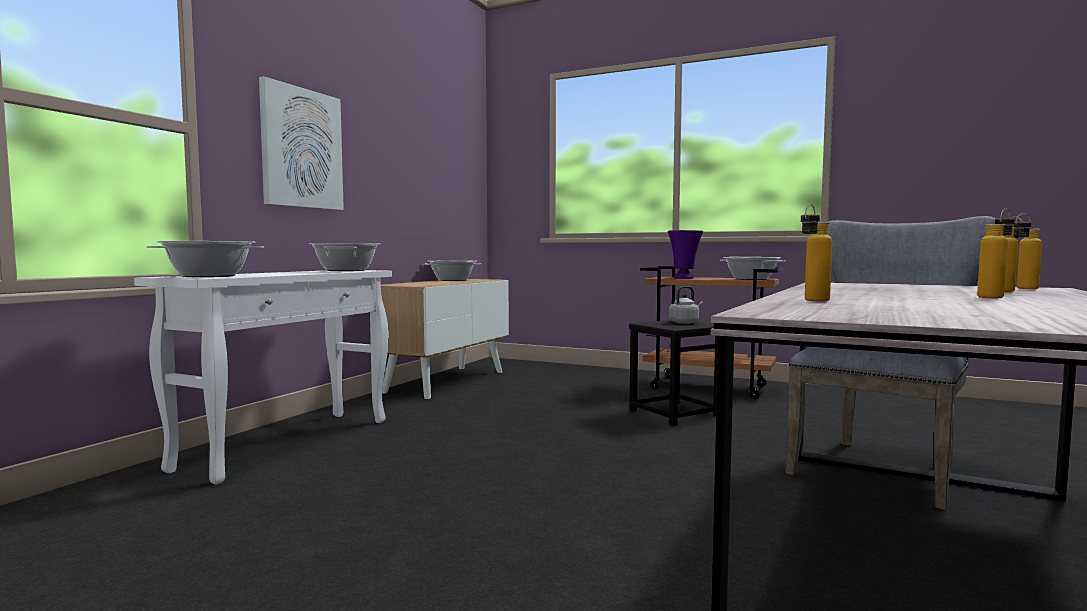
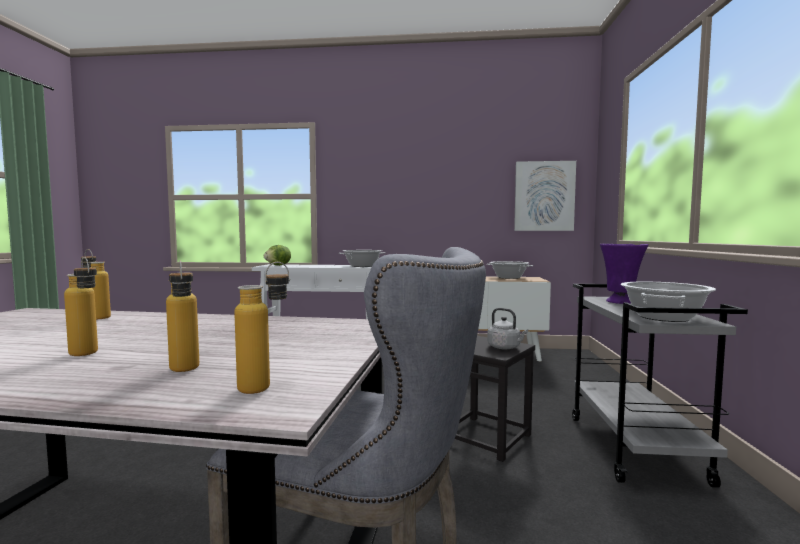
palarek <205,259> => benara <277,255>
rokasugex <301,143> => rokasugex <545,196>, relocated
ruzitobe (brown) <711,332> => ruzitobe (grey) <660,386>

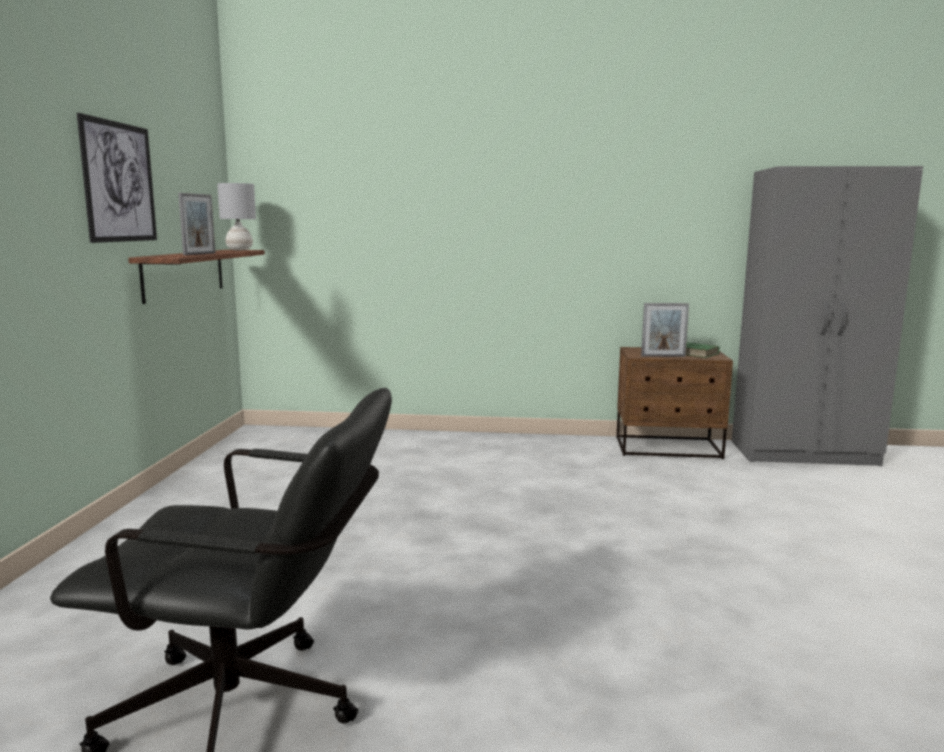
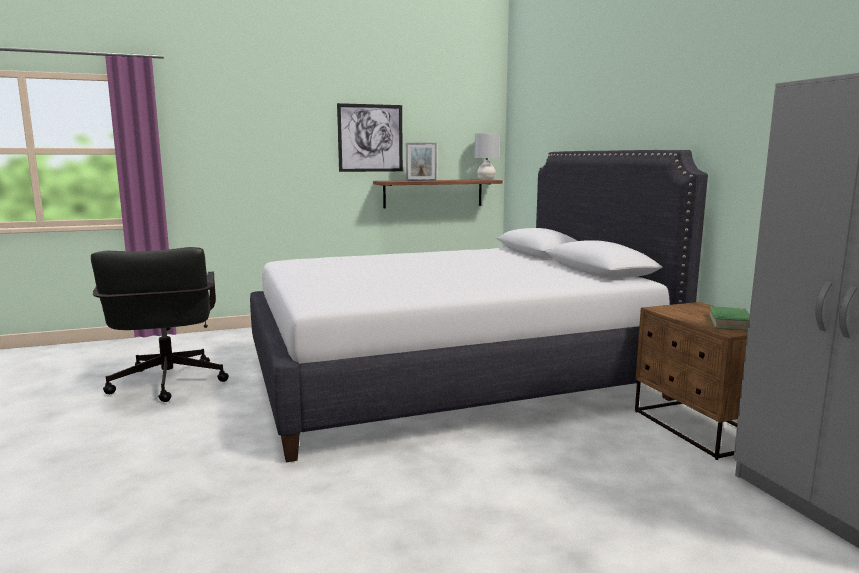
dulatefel <665,330> => nothing
nothing => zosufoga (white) <479,306>

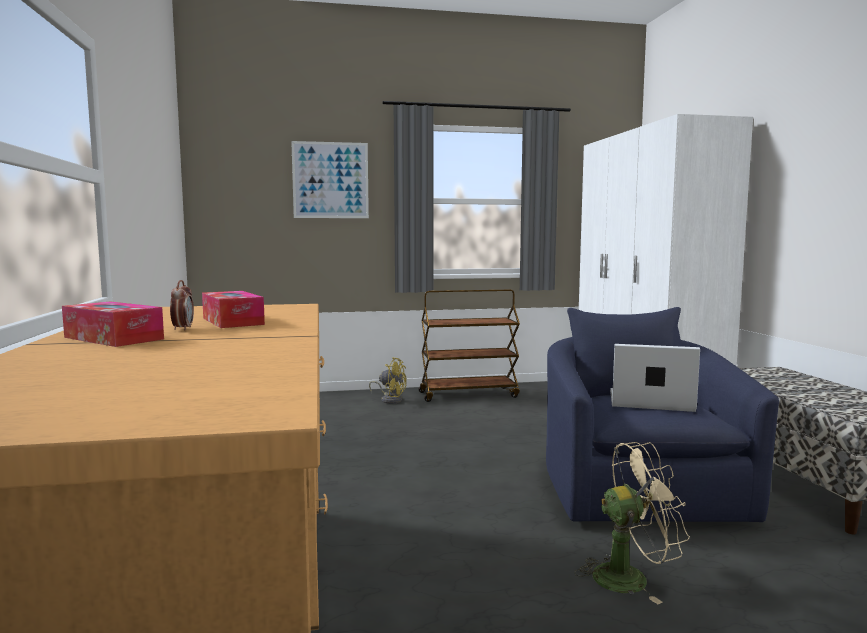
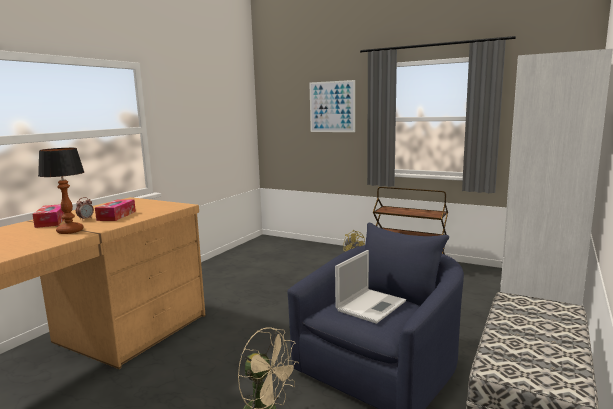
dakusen <655,378> => dakusen <370,287>, 75 degrees clockwise
nothing => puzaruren <61,191>

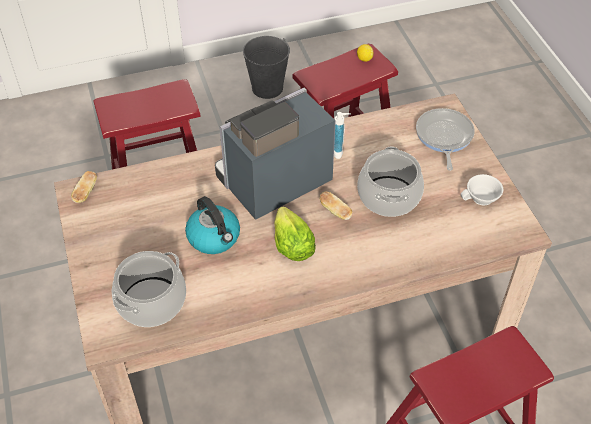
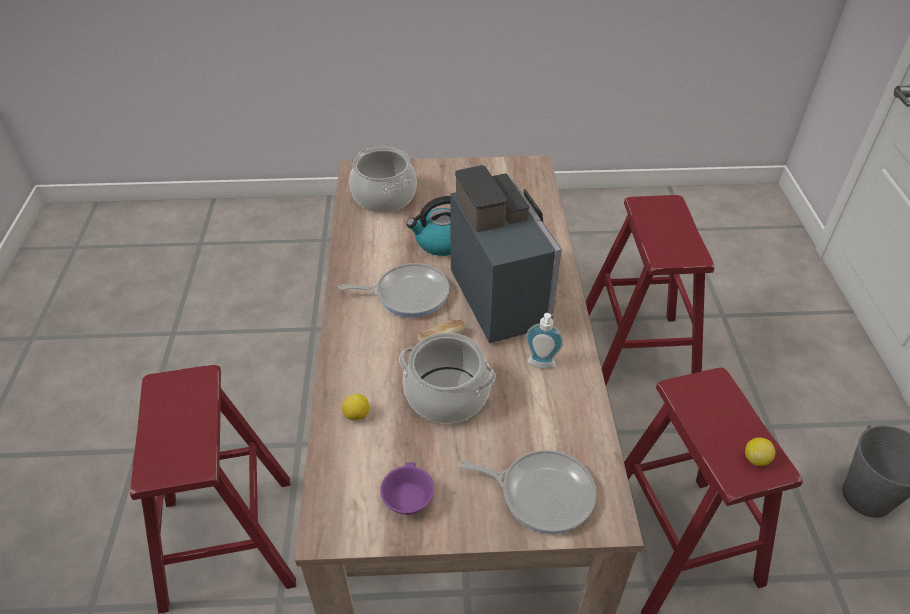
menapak <84,187> => nothing
benara <295,233> => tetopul <394,290>
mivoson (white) <482,190> => mivoson (purple) <407,488>
nothing => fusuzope <355,406>

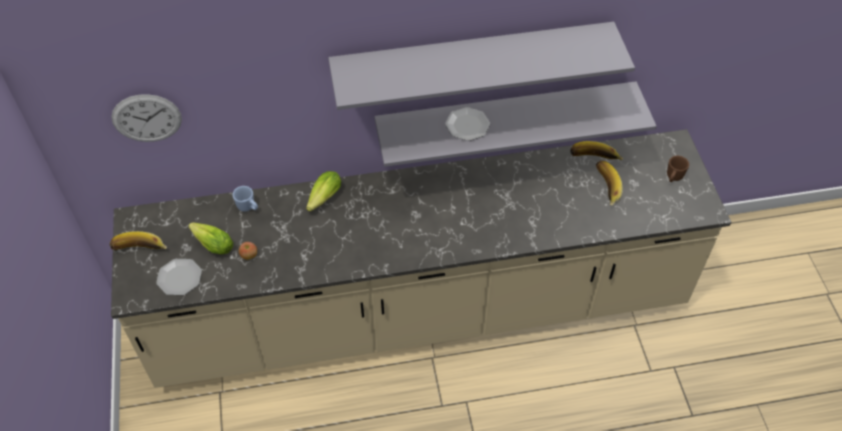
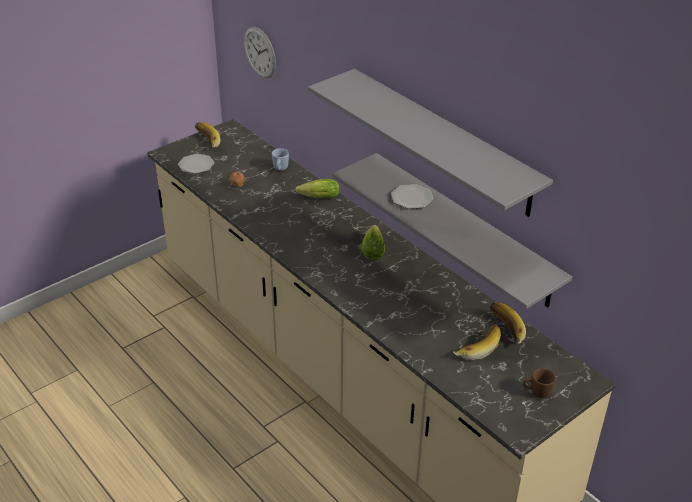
benara <210,238> => benara <373,243>, relocated

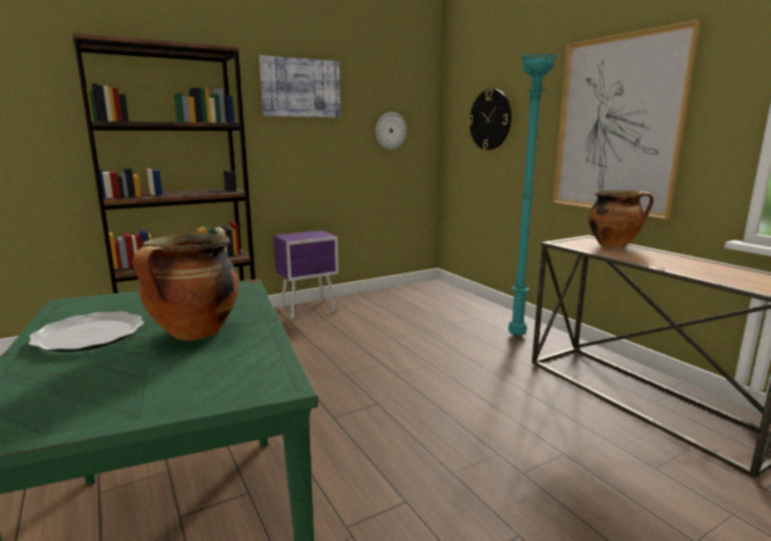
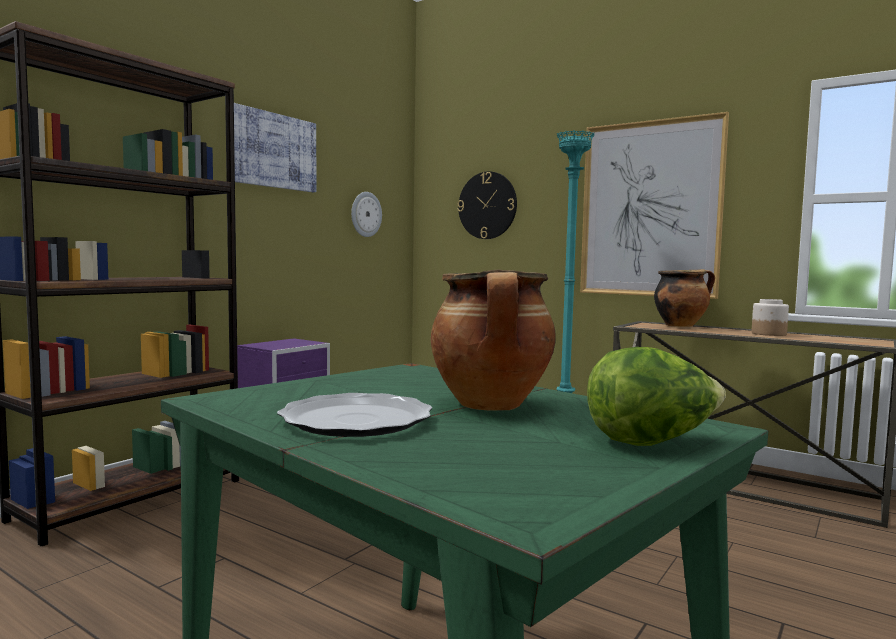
nothing => benara <656,396>
nothing => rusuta <770,317>

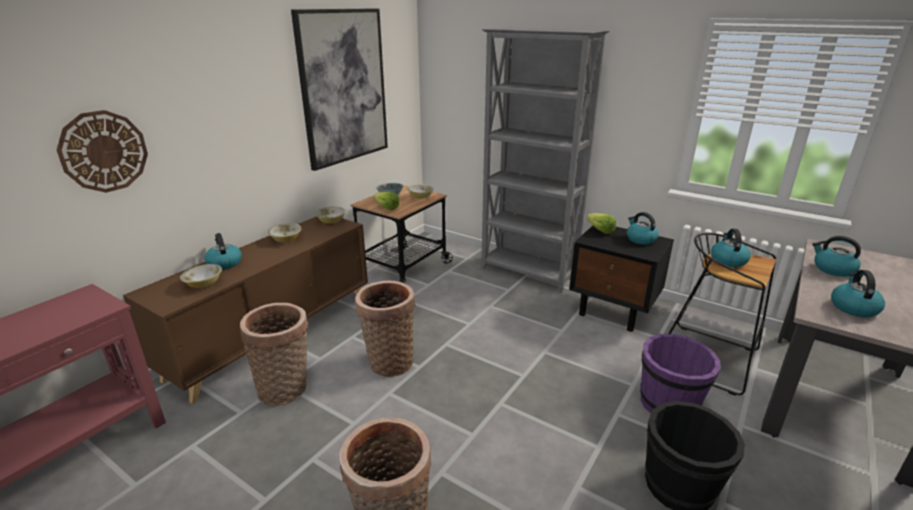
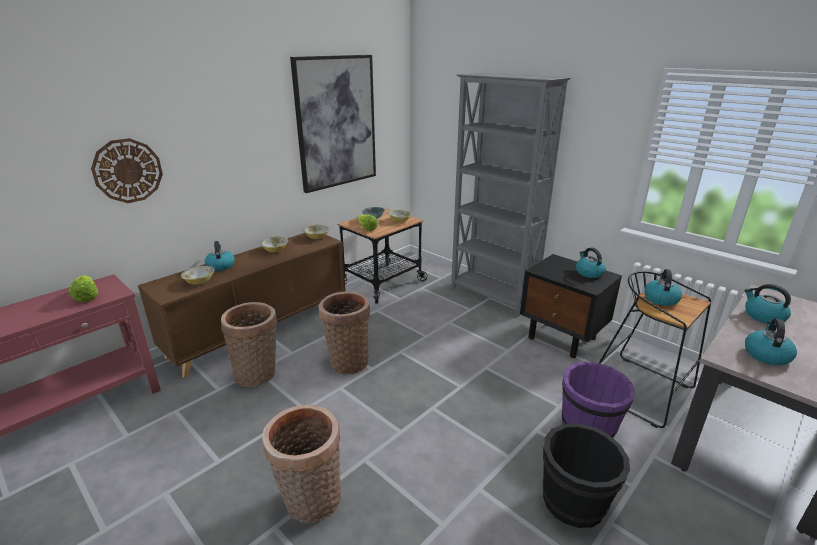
benara <601,223> => benara <83,288>, relocated

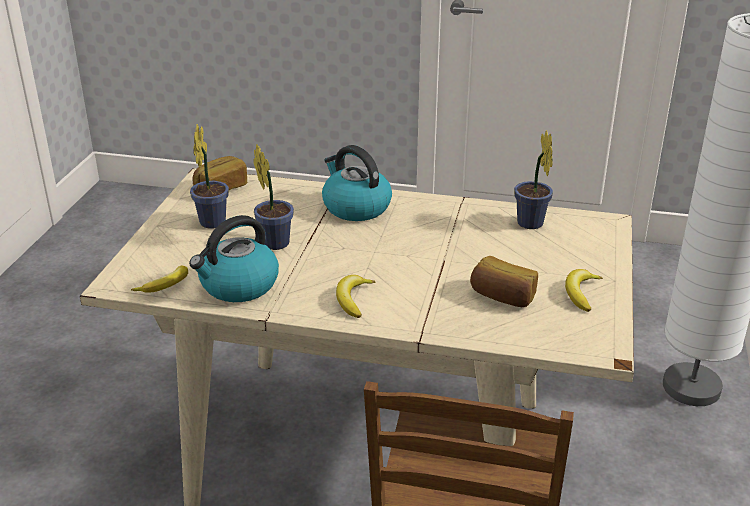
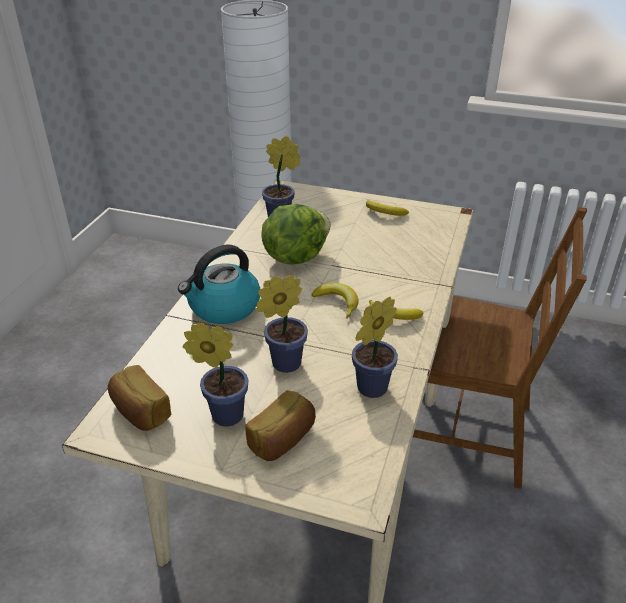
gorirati <159,279> => gorirati <334,301>, relocated
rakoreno <234,258> => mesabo <375,347>
menapak <504,281> => menapak <280,425>, relocated
nothing => benara <296,234>

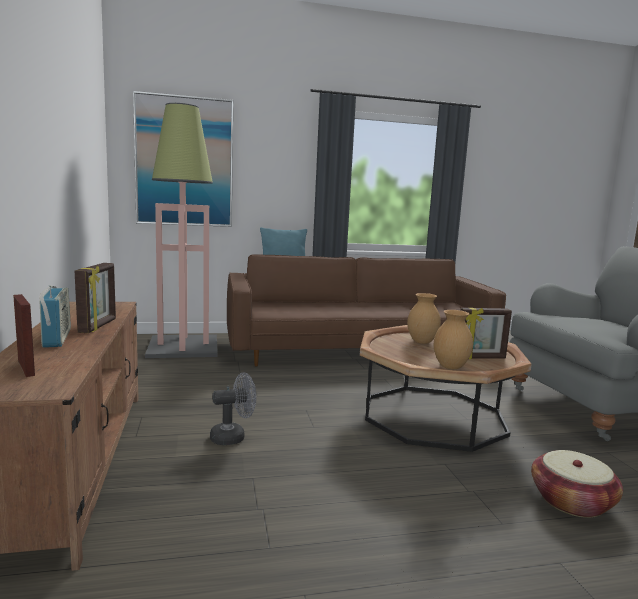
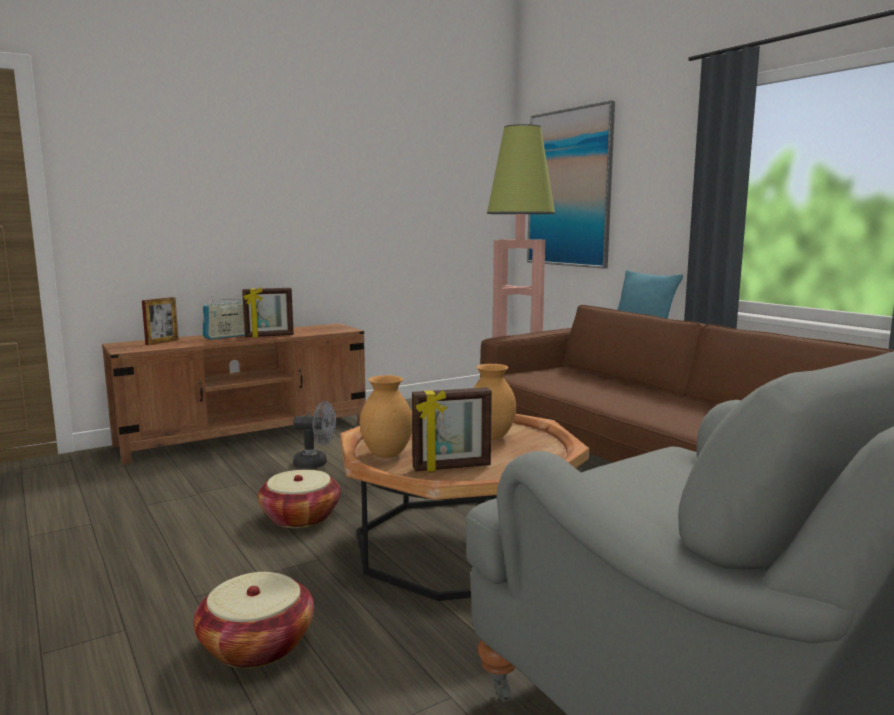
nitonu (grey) <233,408> => nitonu (grey) <314,435>, 45 degrees counterclockwise
dulatefel <486,333> => dulatefel <452,429>, 75 degrees counterclockwise
nothing => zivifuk <299,499>

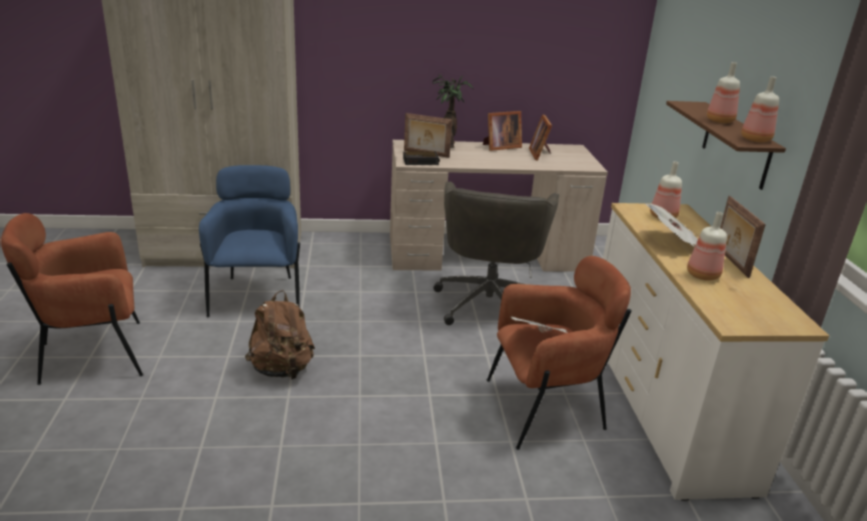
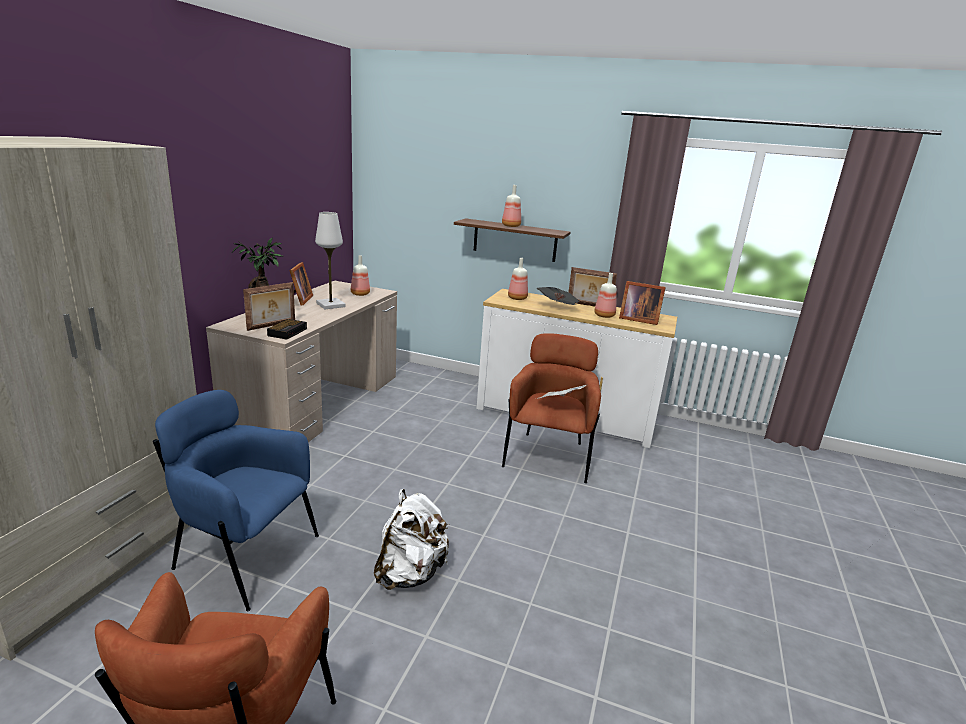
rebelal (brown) <280,335> => rebelal (white) <411,539>
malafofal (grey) <496,253> => nothing
dulatefel <540,137> => dulatefel <642,303>, relocated
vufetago <760,110> => vufetago <360,275>, relocated
nothing => puzaruren (white) <330,260>

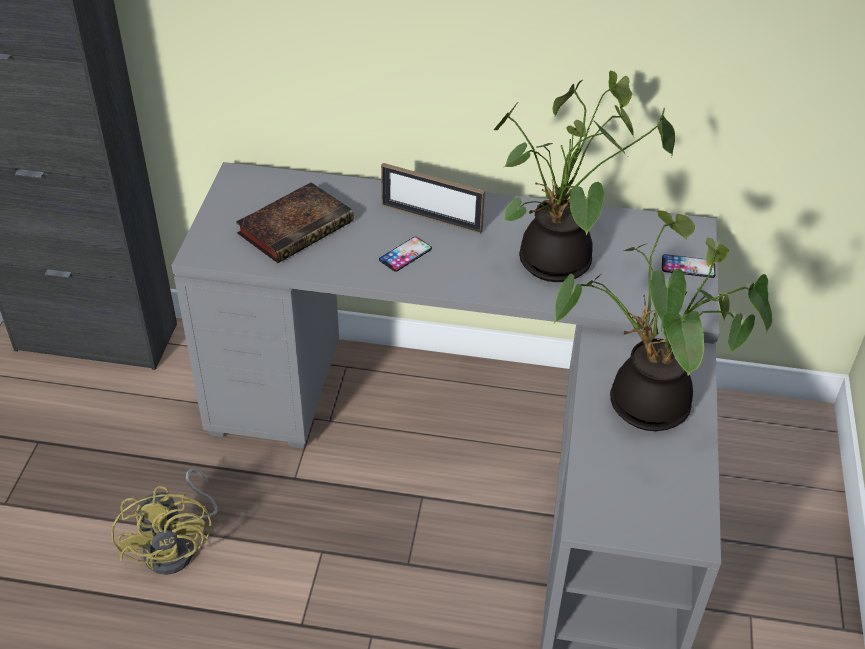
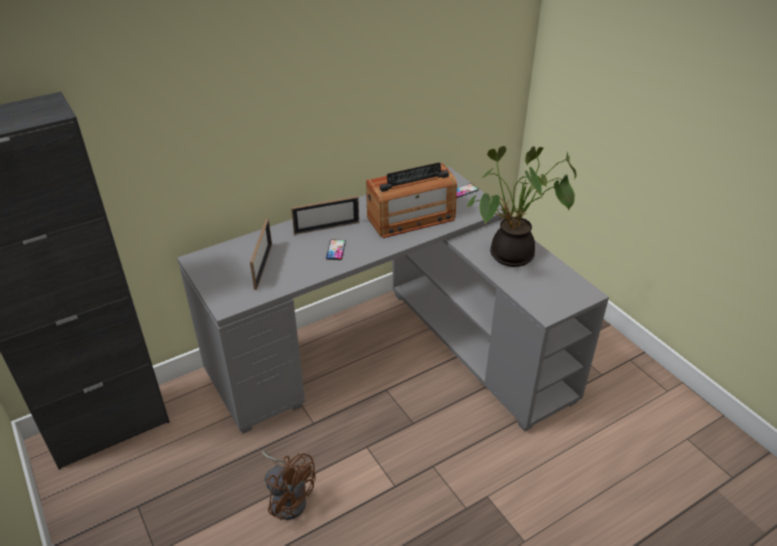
nitonu (yellow) <164,522> => nitonu (brown) <289,485>
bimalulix <295,222> => dulatefel <261,254>
mesabo <584,176> => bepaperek <411,200>

